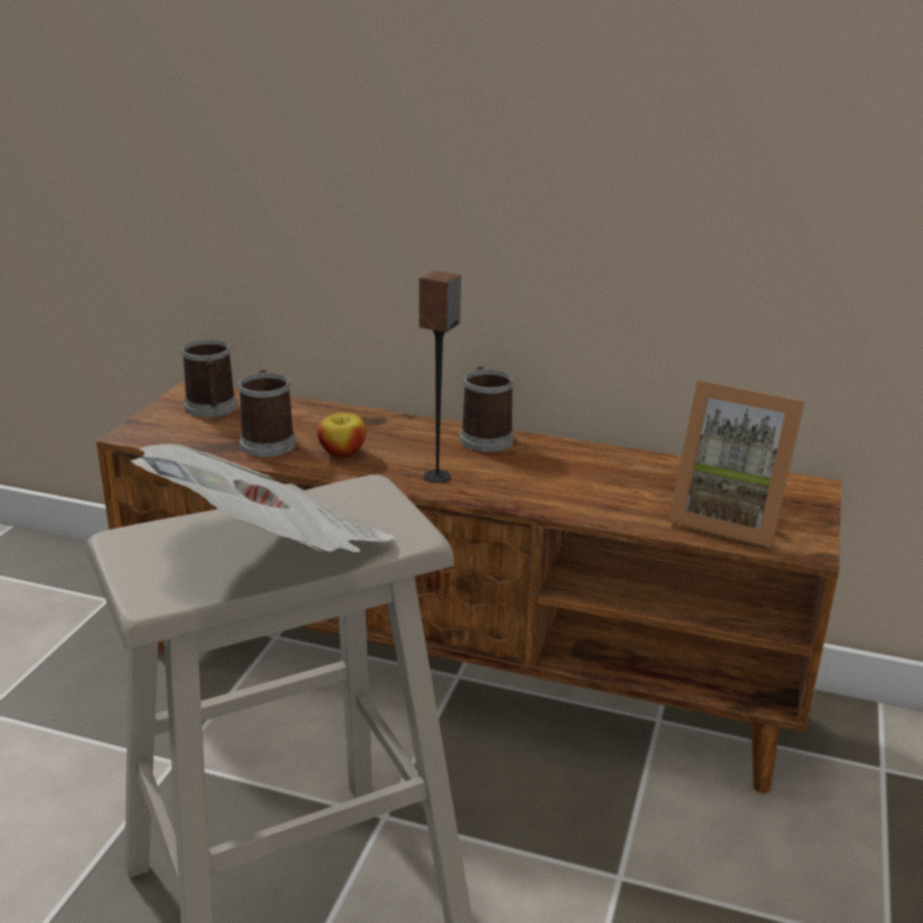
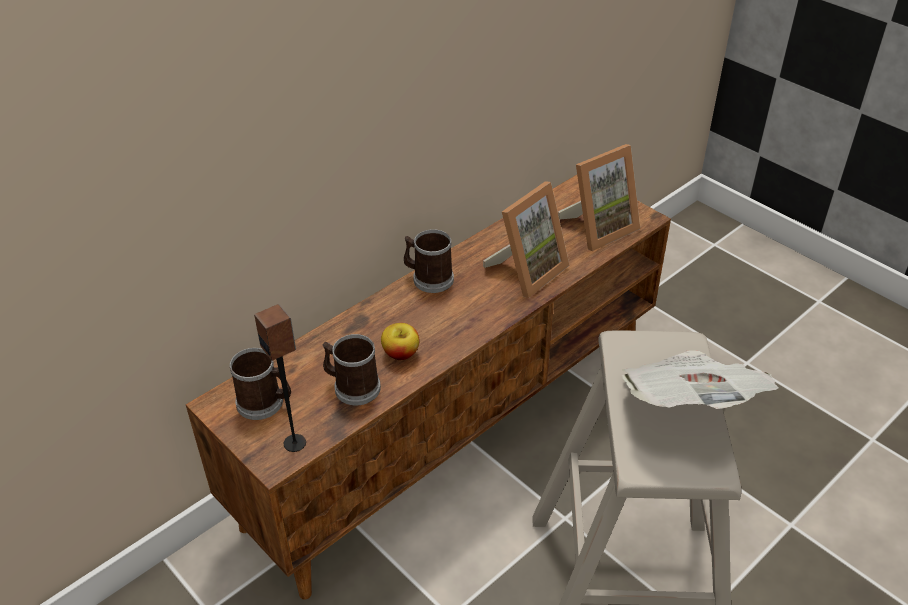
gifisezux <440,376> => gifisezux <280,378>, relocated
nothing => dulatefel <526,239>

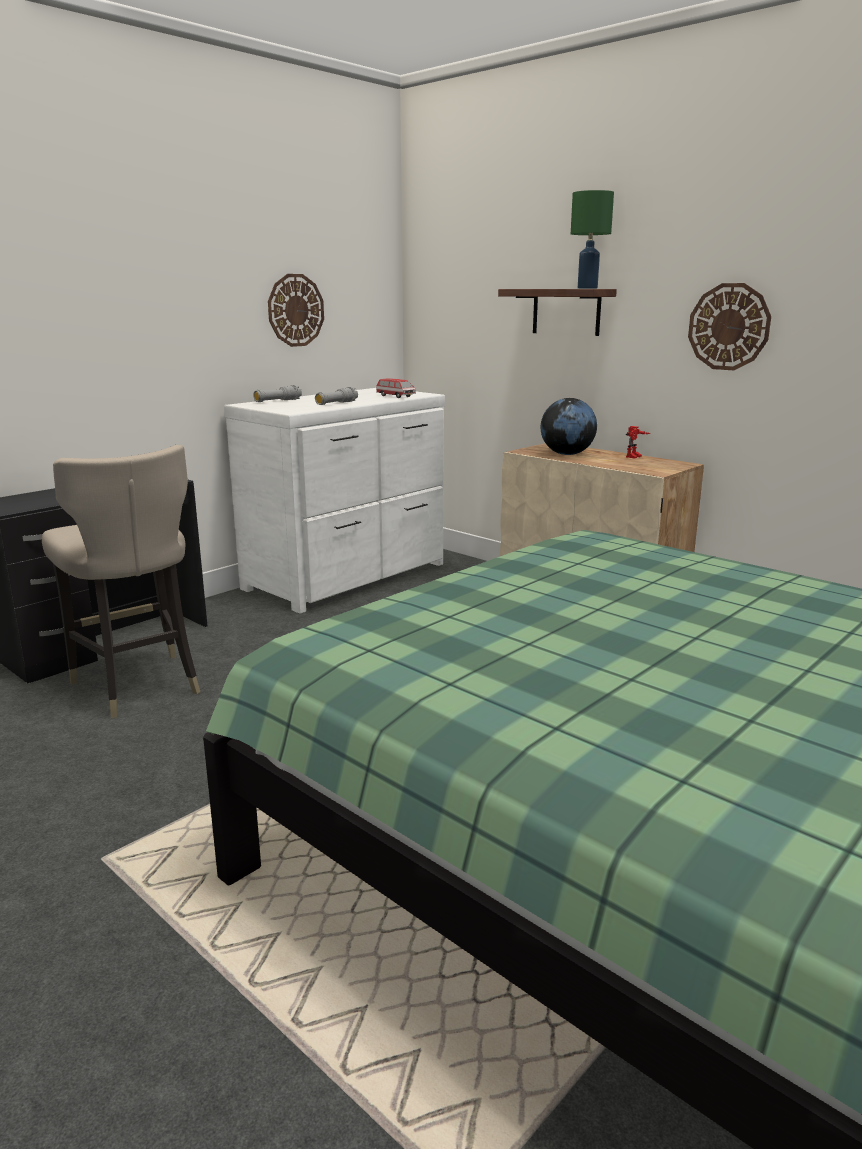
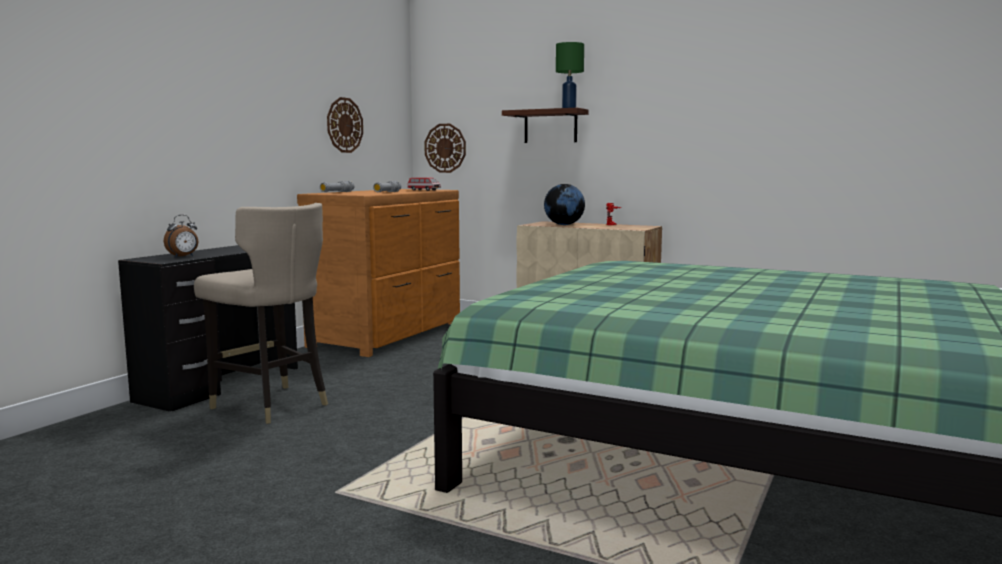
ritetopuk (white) <334,501> => ritetopuk (brown) <378,273>
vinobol <729,326> => vinobol <445,148>, relocated
nothing => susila <181,236>

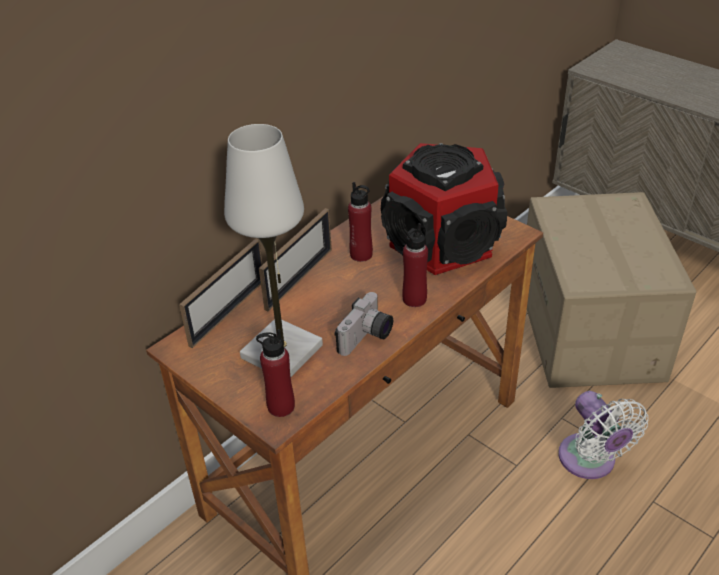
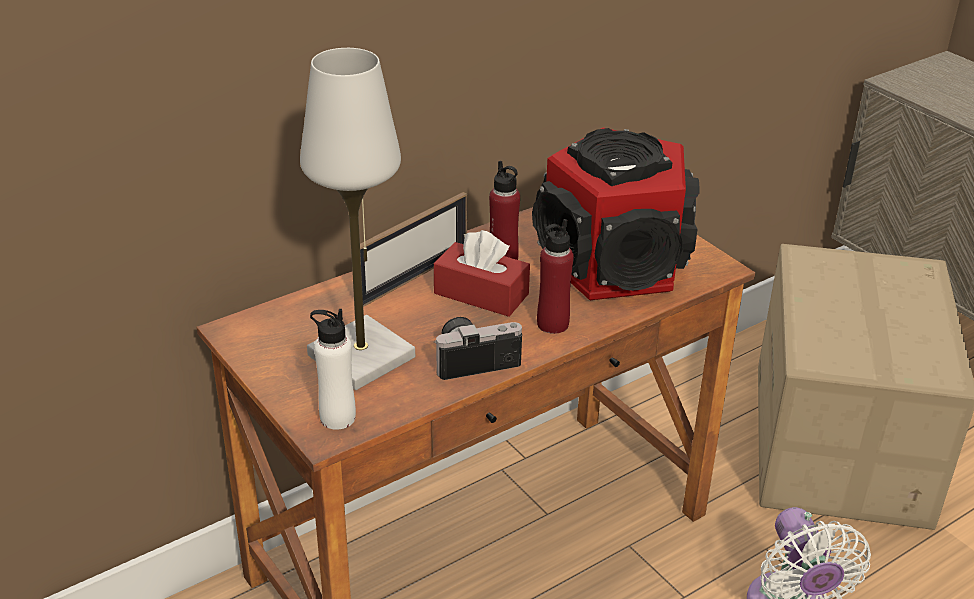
dulatefel <221,293> => nothing
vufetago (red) <275,373> => vufetago (white) <333,369>
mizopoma <364,324> => mizopoma <478,348>, 150 degrees counterclockwise
nothing => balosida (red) <482,273>

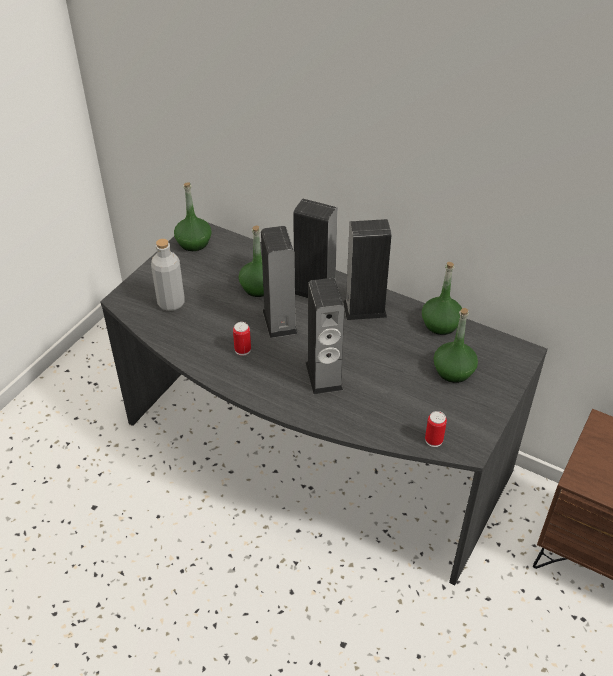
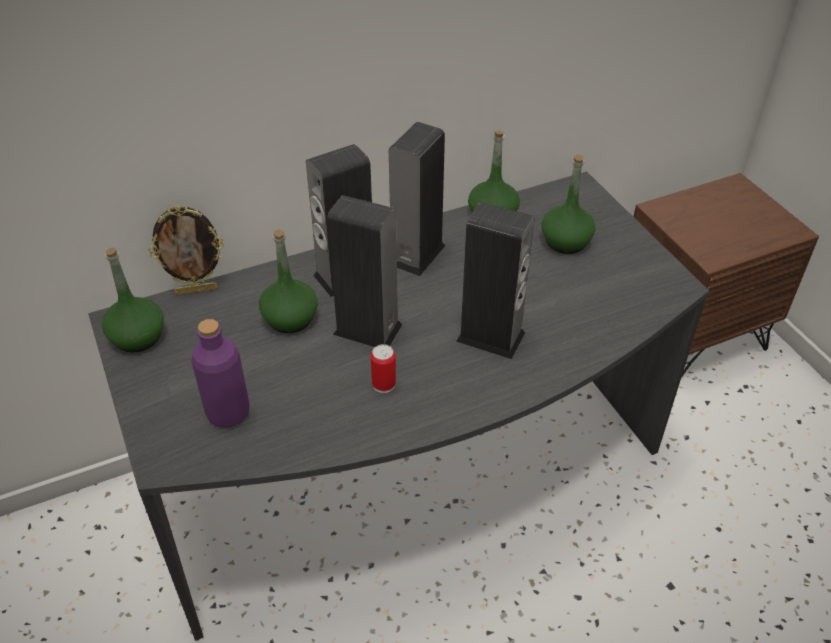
vufetago (grey) <168,275> => vufetago (purple) <220,373>
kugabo <436,429> => nothing
nothing => dulatefel <186,250>

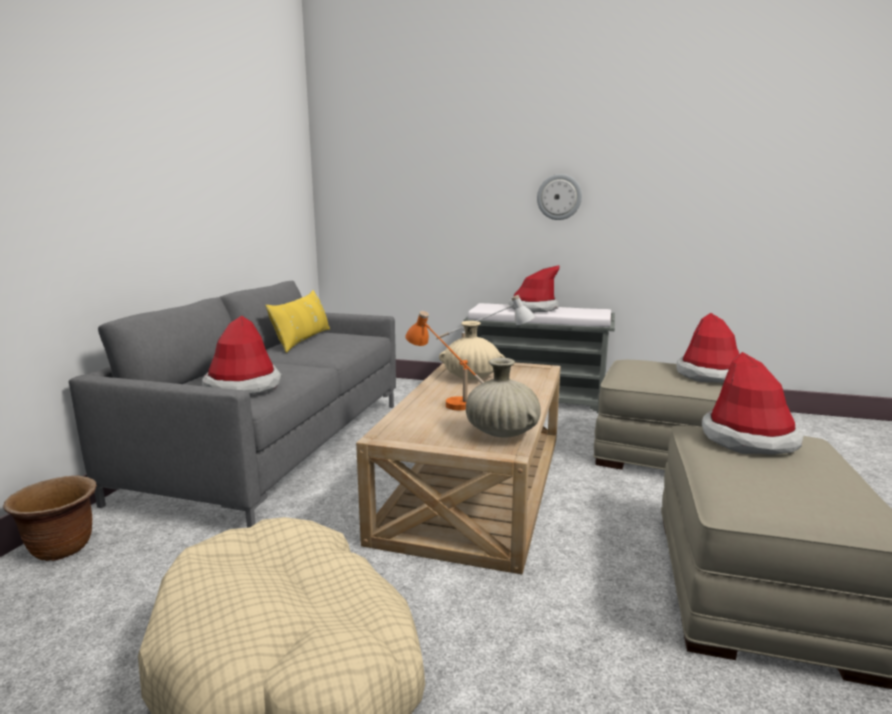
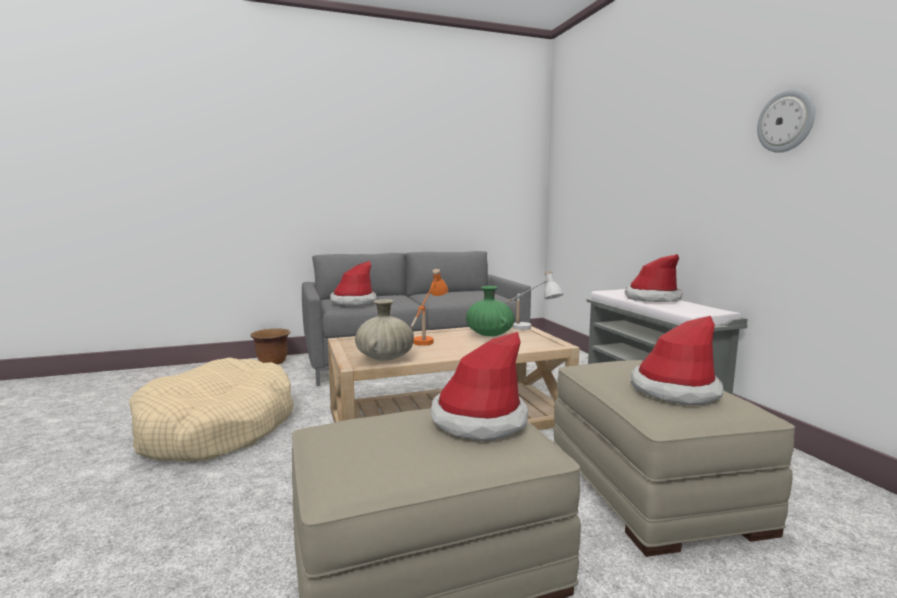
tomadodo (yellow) <297,321> => nothing
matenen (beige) <472,350> => matenen (green) <490,311>
vinobol <559,197> => vinobol <786,121>, relocated

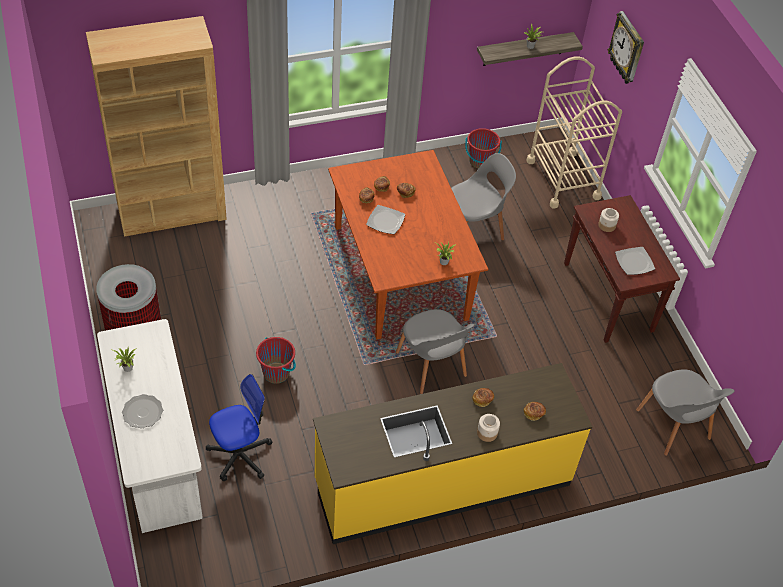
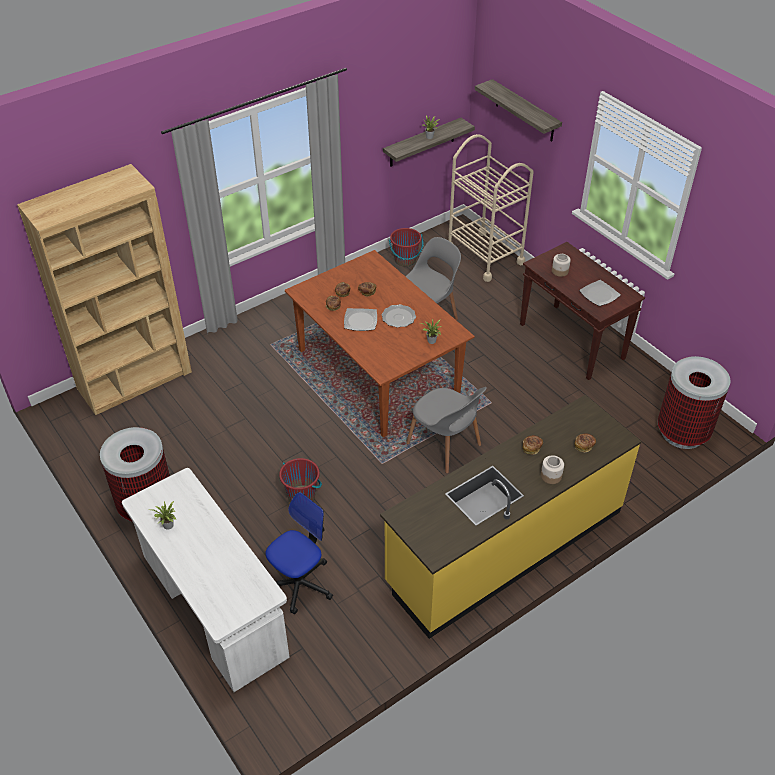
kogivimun <142,411> => kogivimun <399,316>, relocated
vinobol <626,47> => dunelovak <518,110>
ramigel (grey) <685,412> => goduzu <694,402>

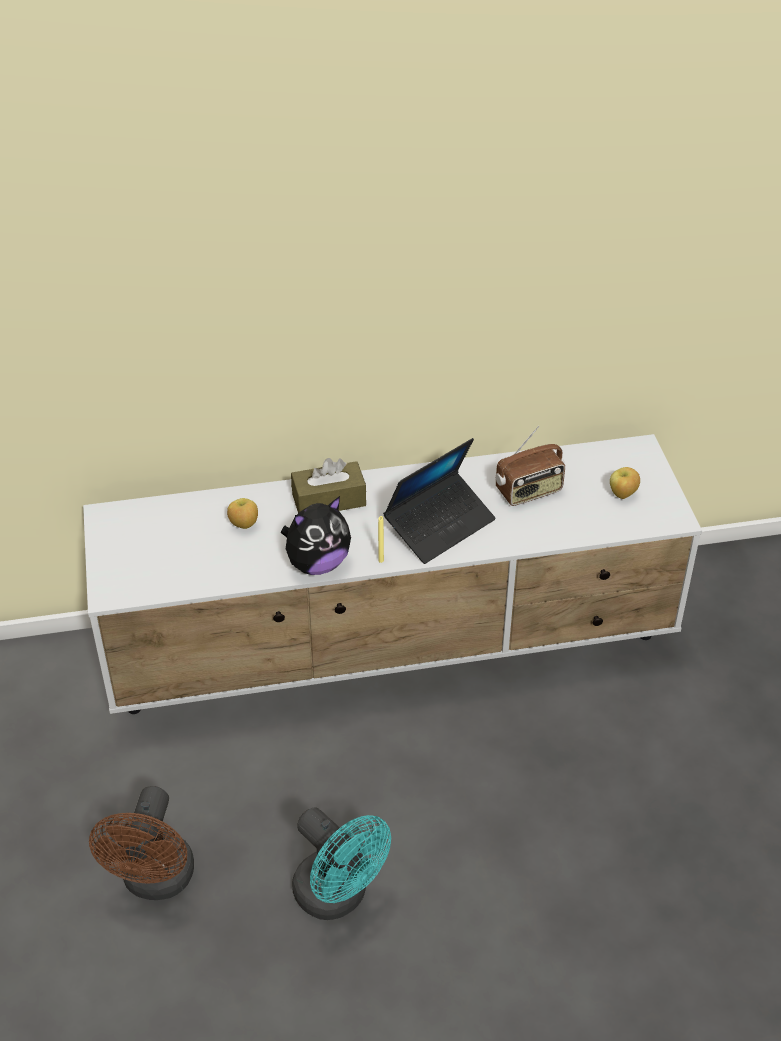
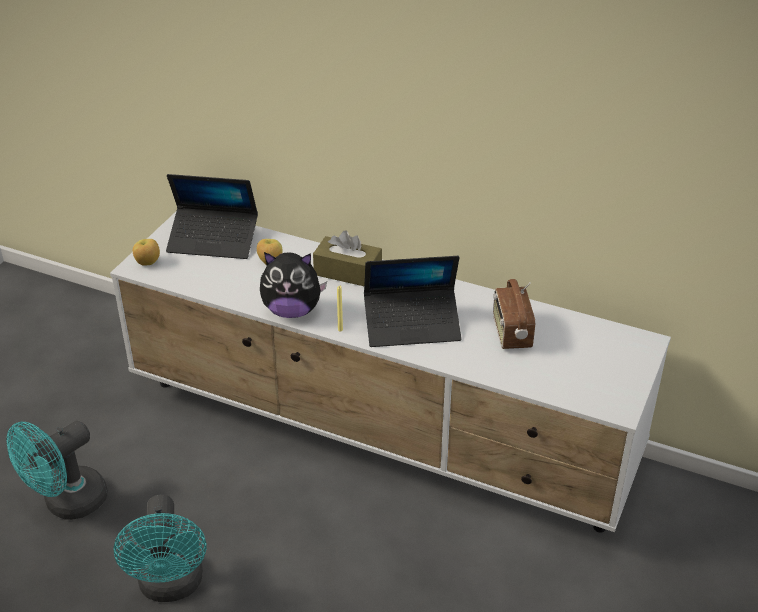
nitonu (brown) <141,843> => nitonu (turquoise) <57,470>
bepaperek <530,466> => bepaperek <514,314>, 75 degrees clockwise
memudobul <625,483> => memudobul <146,252>, relocated
nothing => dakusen <212,216>

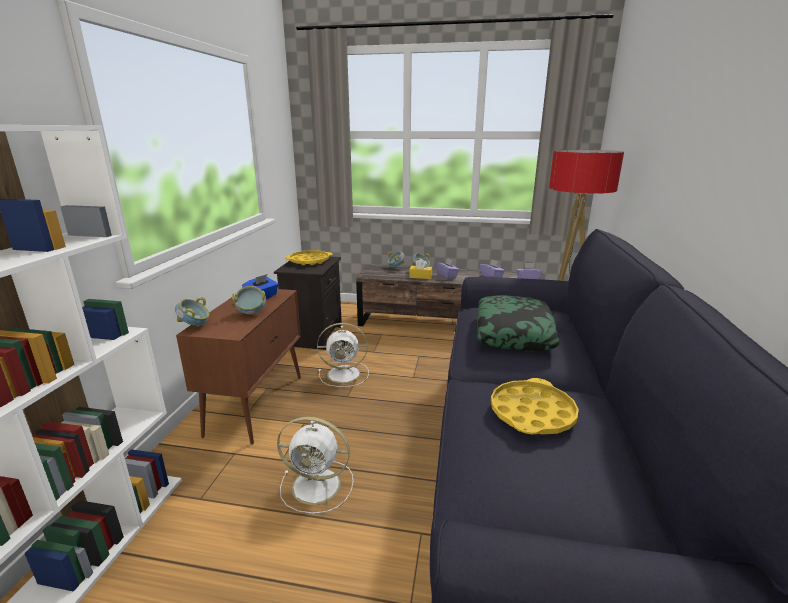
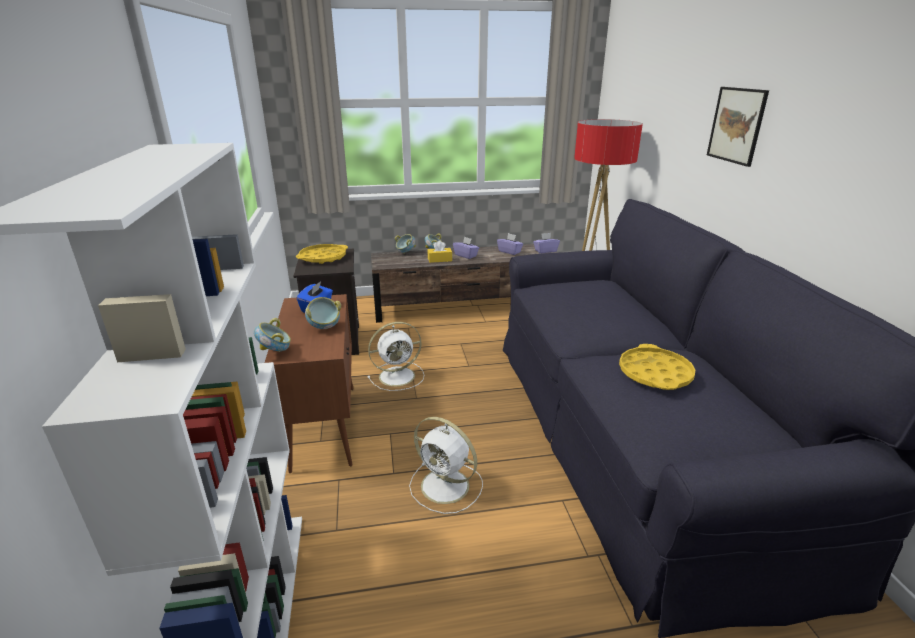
nitonu (white) <315,465> => nitonu (white) <446,465>, 45 degrees clockwise
tomadodo <518,323> => nothing
nothing => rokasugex <738,127>

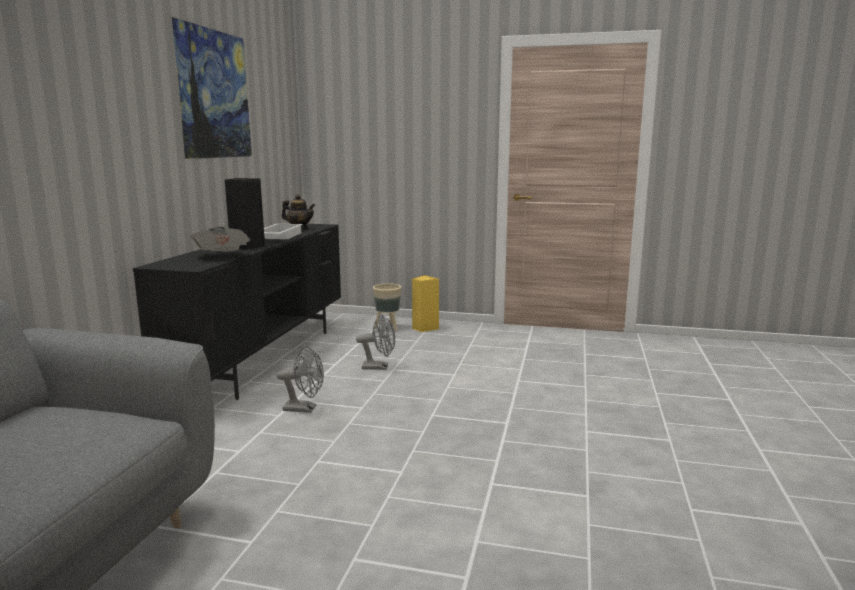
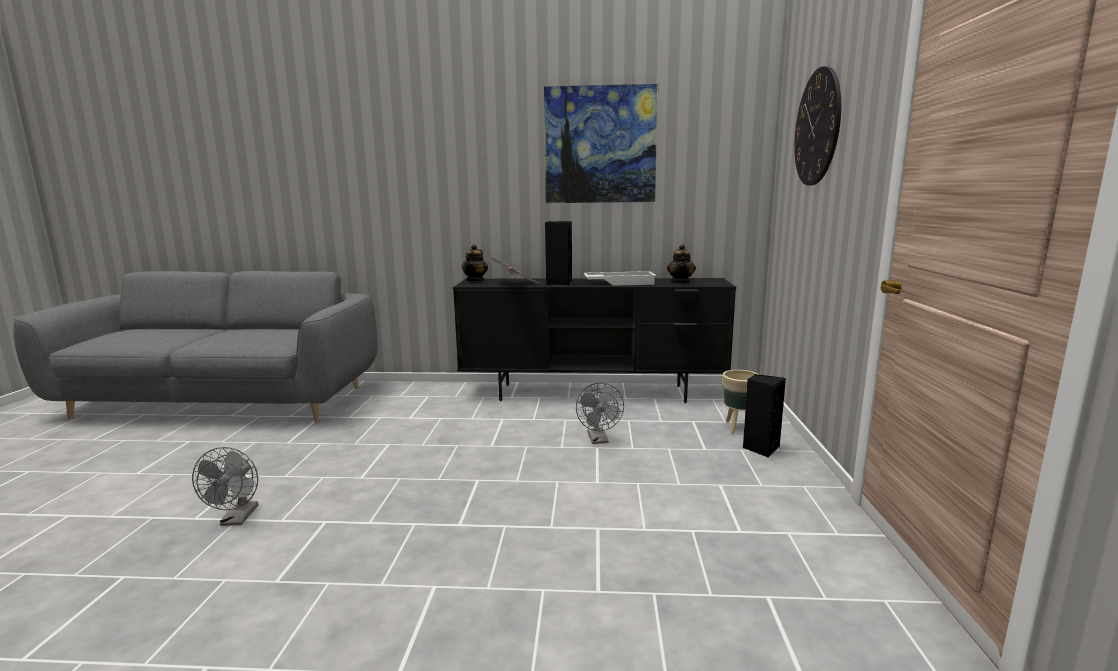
nitonu (grey) <300,379> => nitonu (grey) <225,486>, relocated
gifisezux (yellow) <425,303> => gifisezux (black) <764,416>
nothing => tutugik <475,263>
nothing => vinobol <817,125>

